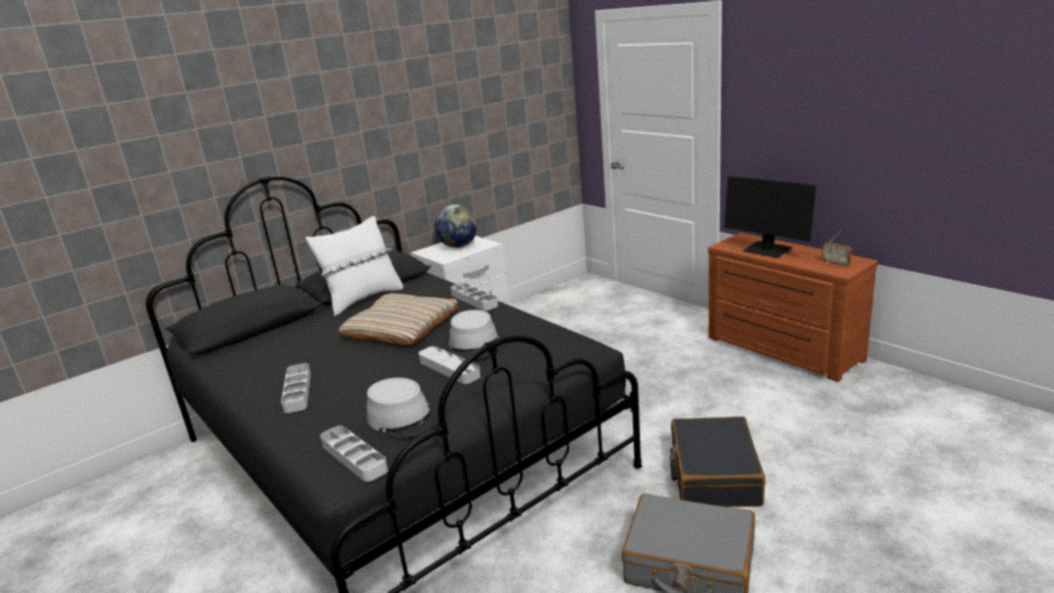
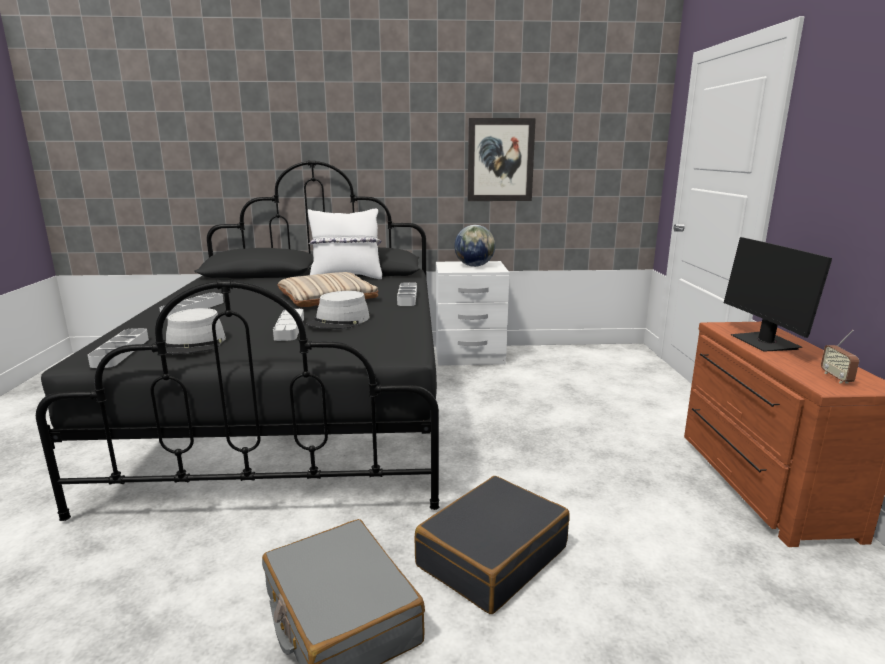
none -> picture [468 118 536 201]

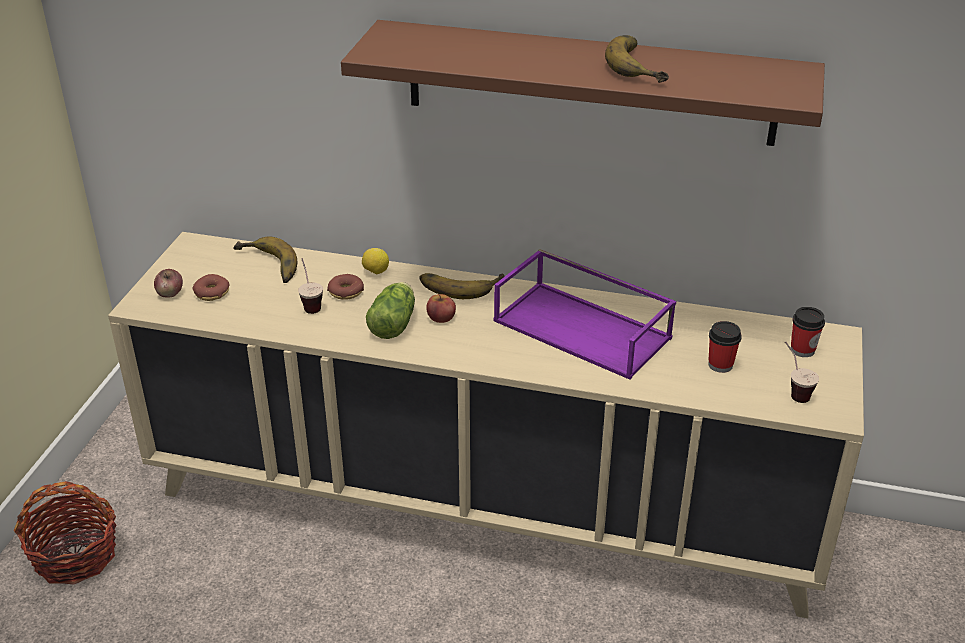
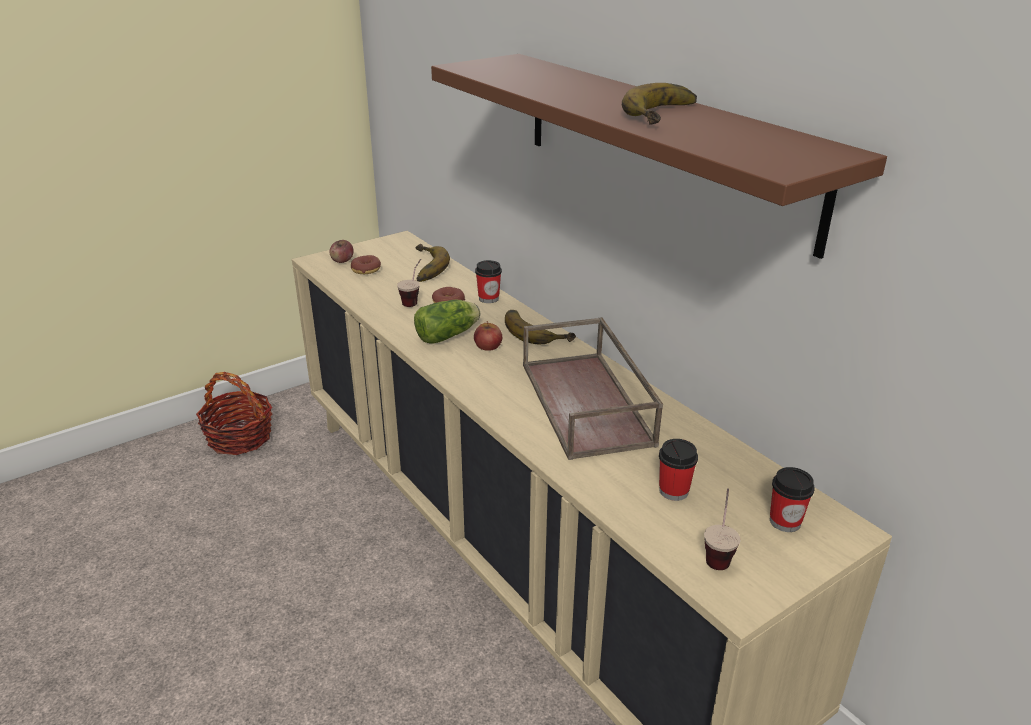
lemon [362 248 389 274] -> cup [475 260 502 303]
purple tray [494 249 676 380] -> brown tray [523 317 663 460]

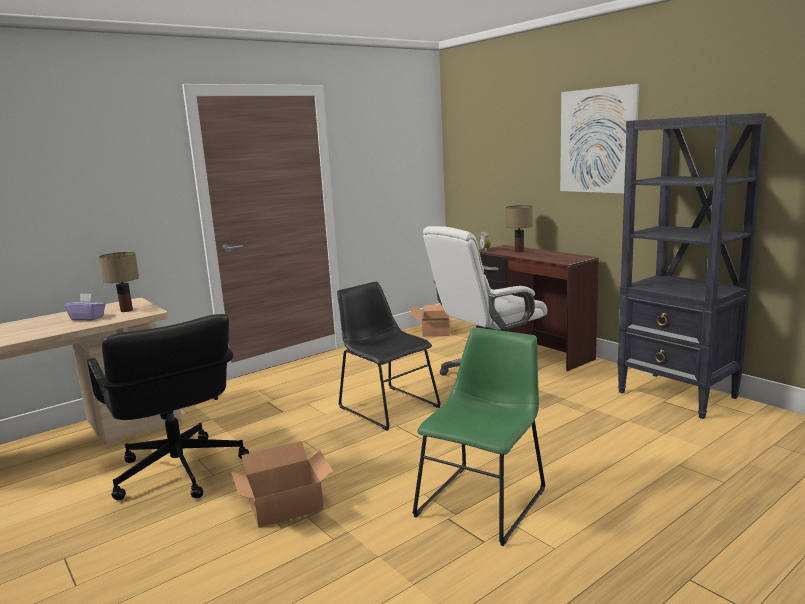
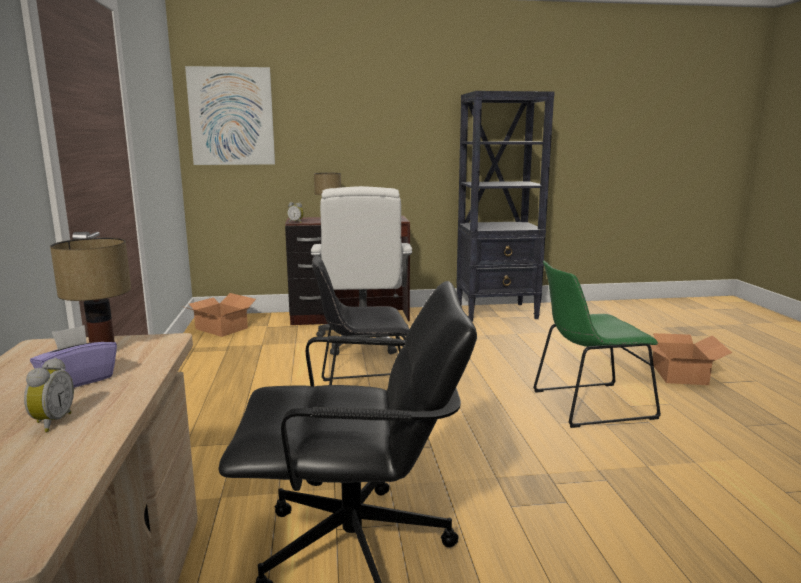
cardboard box [231 441 333 528] -> cardboard box [650 333 732 385], moved
green chair [412 328 545 546] -> green chair [533 261 661 428], 75 degrees counterclockwise
picture [560 84 639 194] -> picture [185 66 275 165], moved
none -> alarm clock [24 358 74 432]

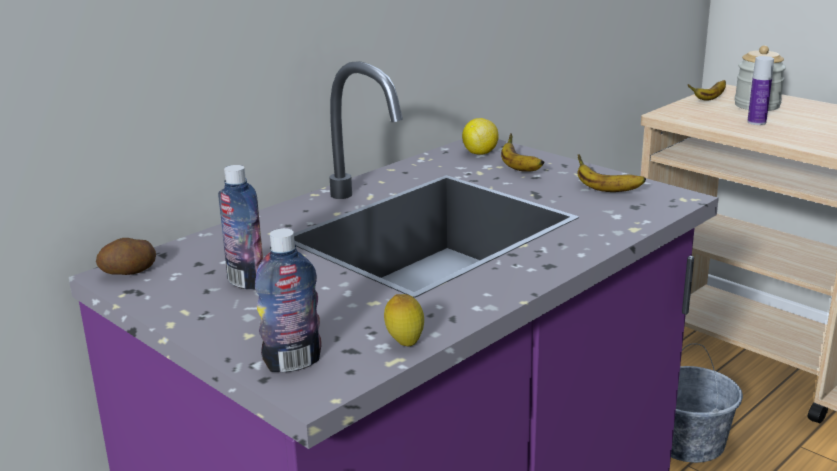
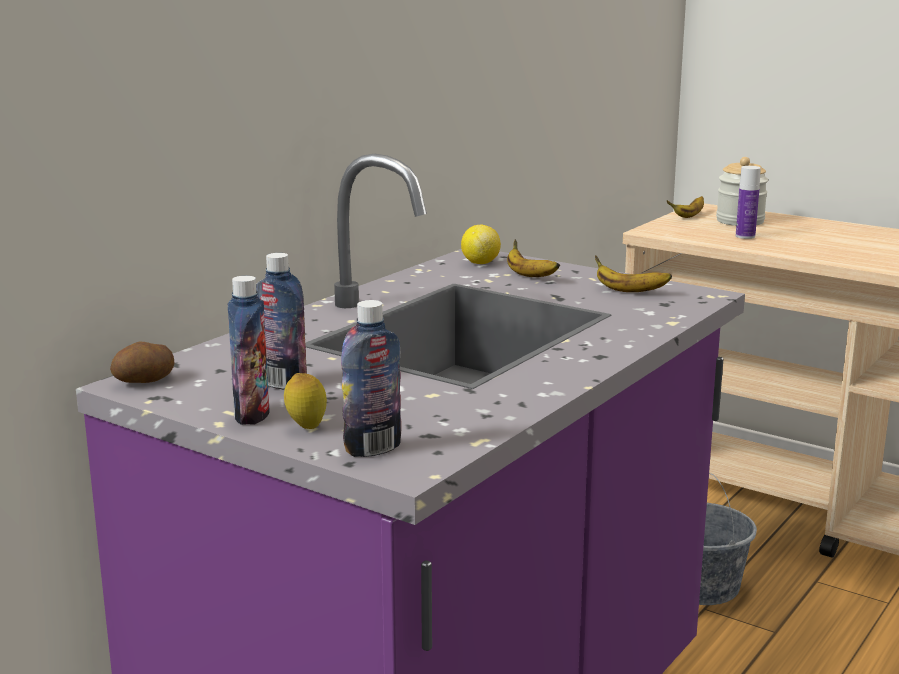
lemon [384 294 424 346] -> lemon [284 373 327 429], moved
none -> bottle [228 276 270 425]

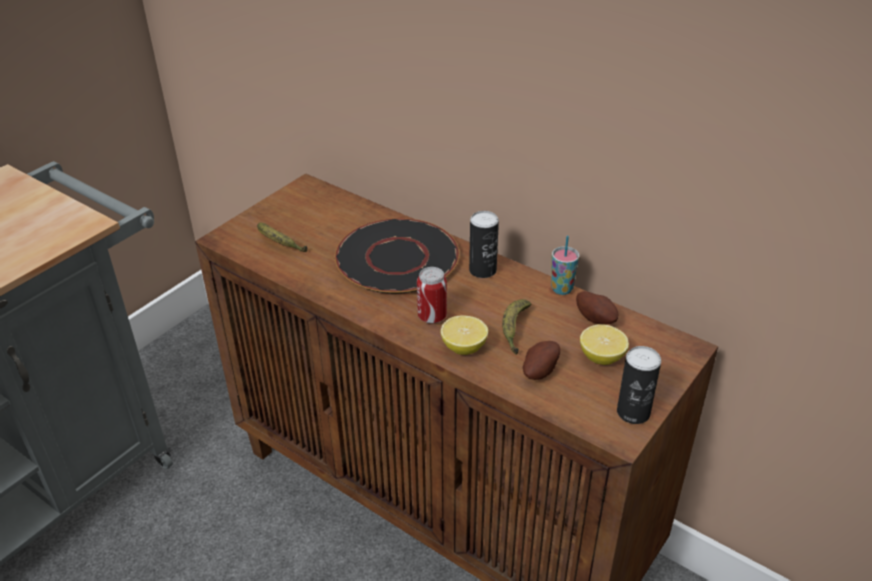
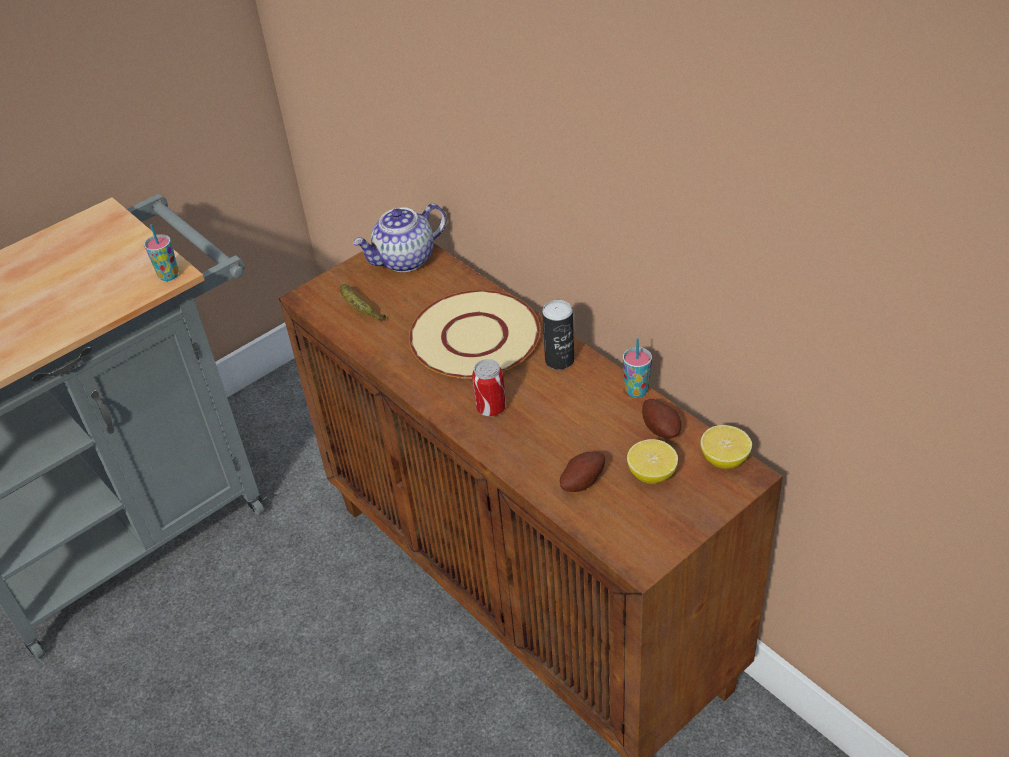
black plate [335 218 460 294] -> beige plate [409 290 541 379]
lemon [440 315 488 355] -> lemon [700 425 752 469], moved
banana [502 299 532 355] -> none
can [617 346 661 424] -> none
none -> cup [144 224 179 281]
none -> teapot [353 203 446 272]

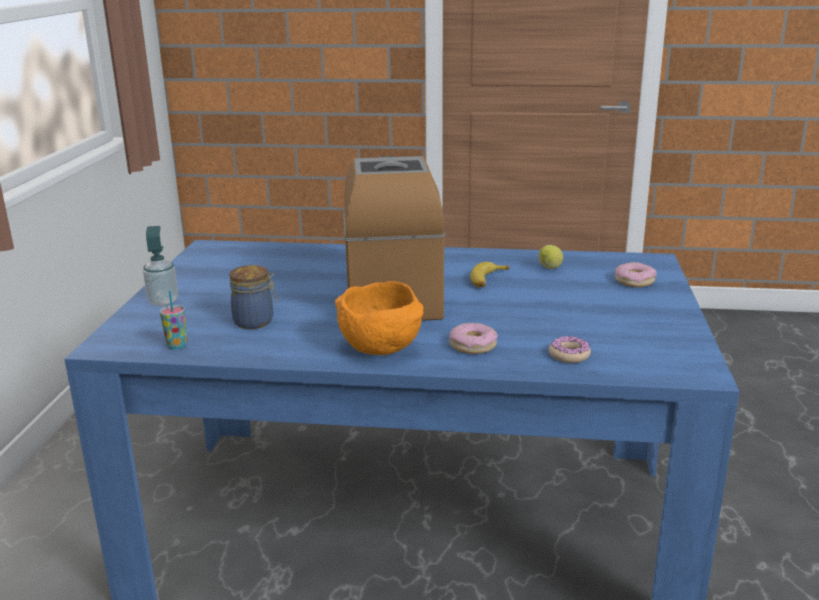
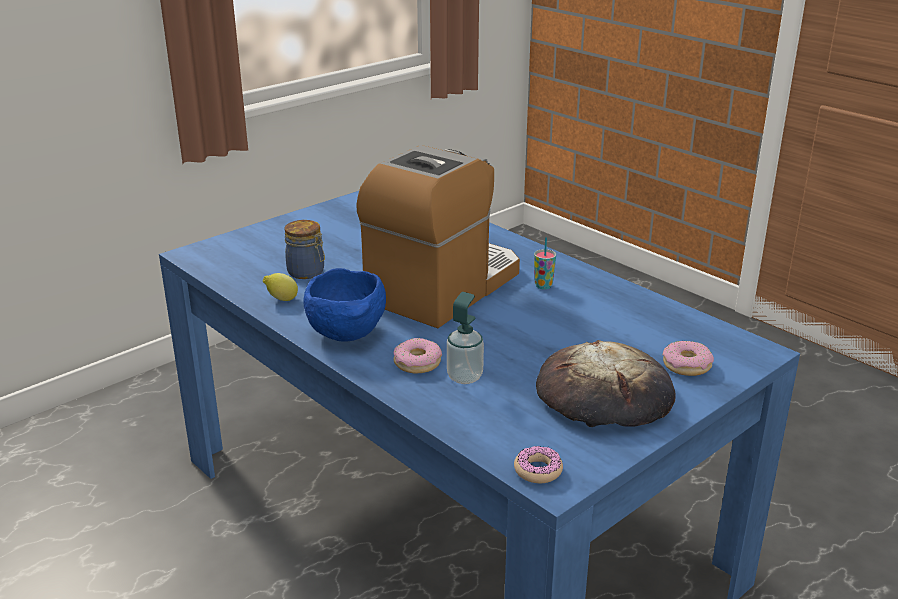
soap dispenser [143 226 178 306] -> soap dispenser [447 292 484 384], moved
cup [160 291 187 350] -> cup [534 237 556 290], moved
orange bowl [335 281 424 355] -> blue bowl [303 268 386 342]
banana [470 262 509 287] -> none
lemon [539 245 563 269] -> lemon [263 273 298 301], moved
donut [549 336 591 363] -> donut [514 446 563 483], moved
none -> bread [536 340 676 427]

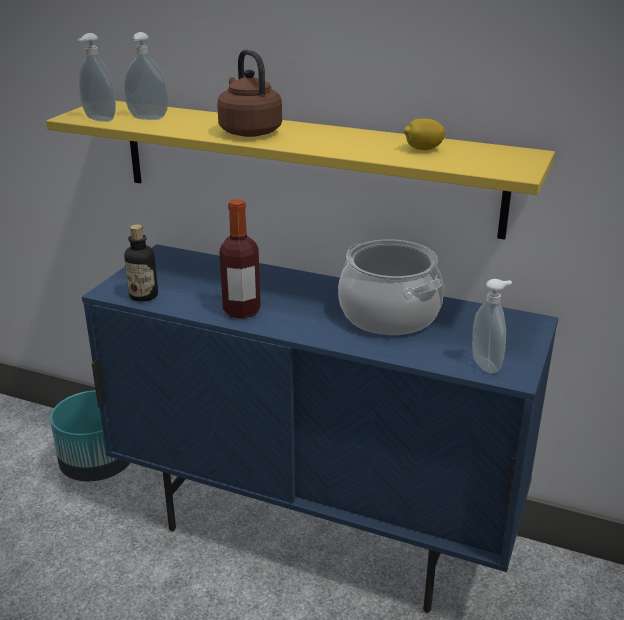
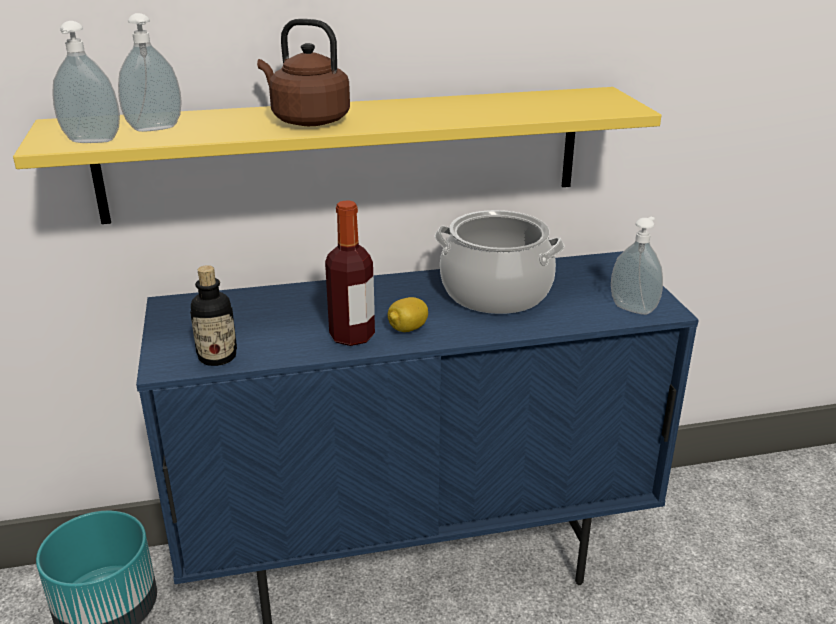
lemon [404 118 445 150] -> lemon [388 297 428 332], moved

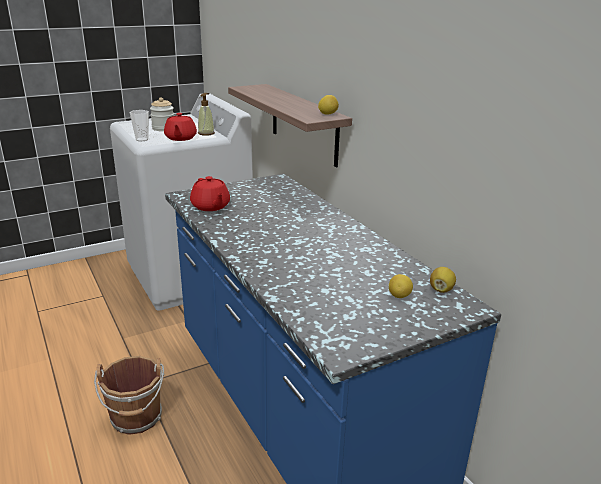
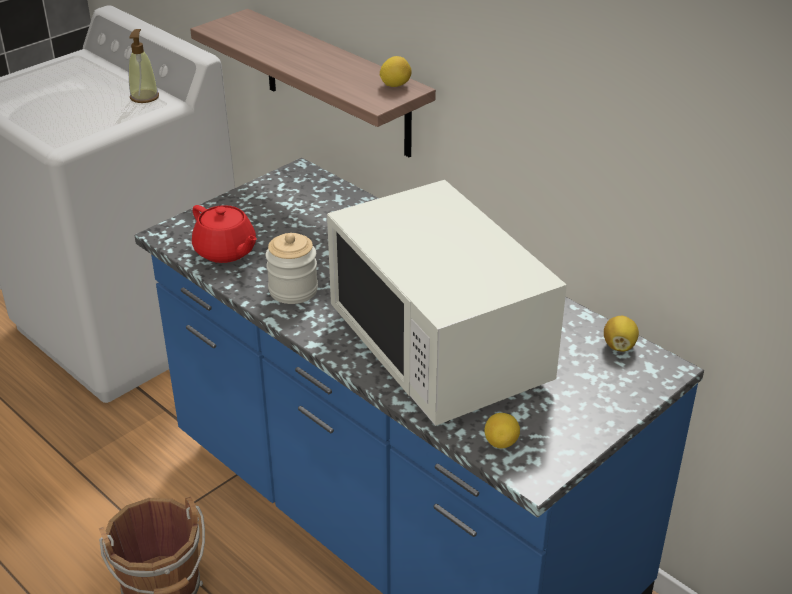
cup [130 110 149 142] -> none
jar [150 97 174 131] -> jar [266 233 318 304], moved
red teapot [164 113 197 141] -> none
lemon [389 274 413 298] -> lemon [484 413 520 448], moved
none -> white microwave [327 180 567 426]

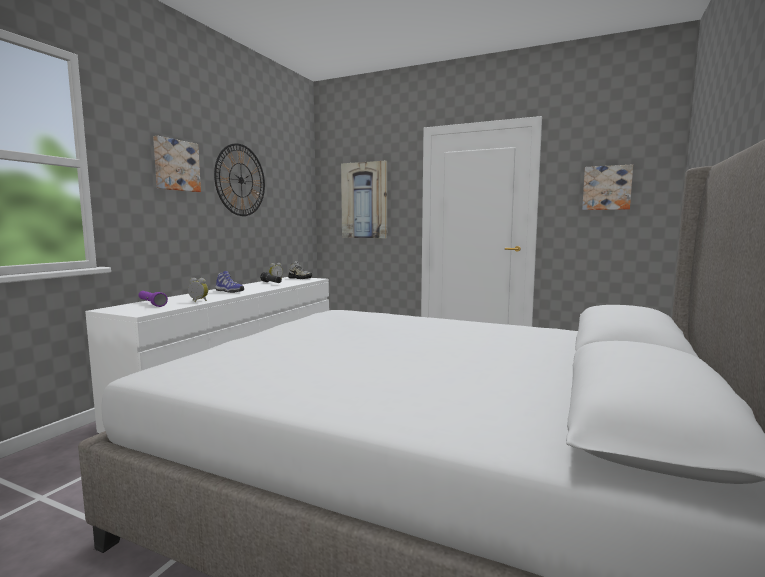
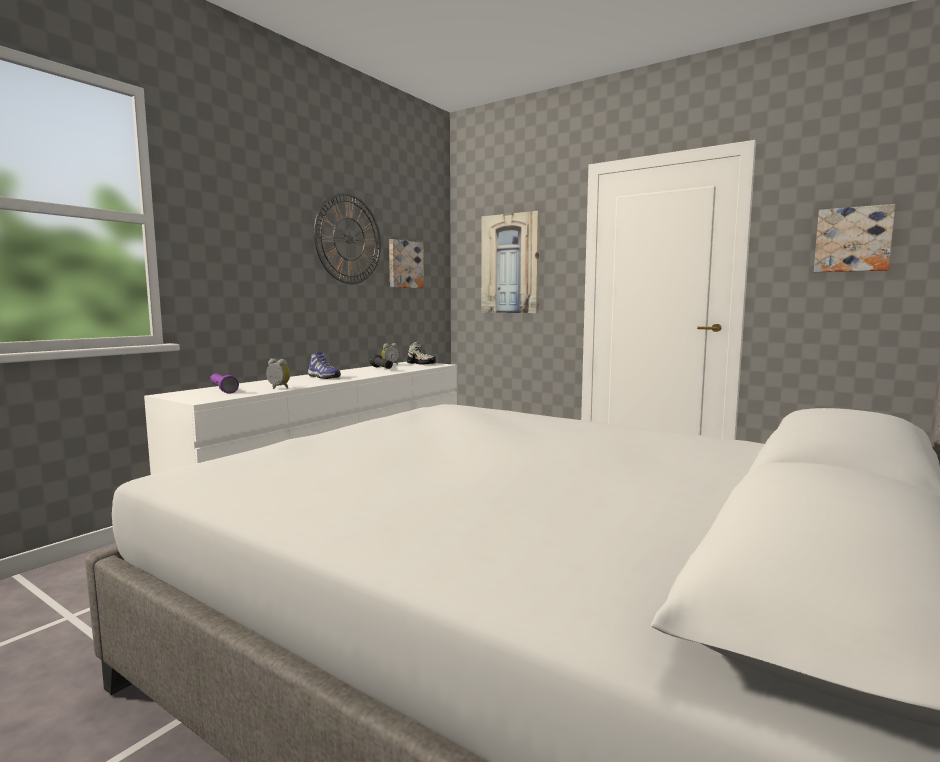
picture [153 136 201 192] -> picture [389 239 424 288], moved

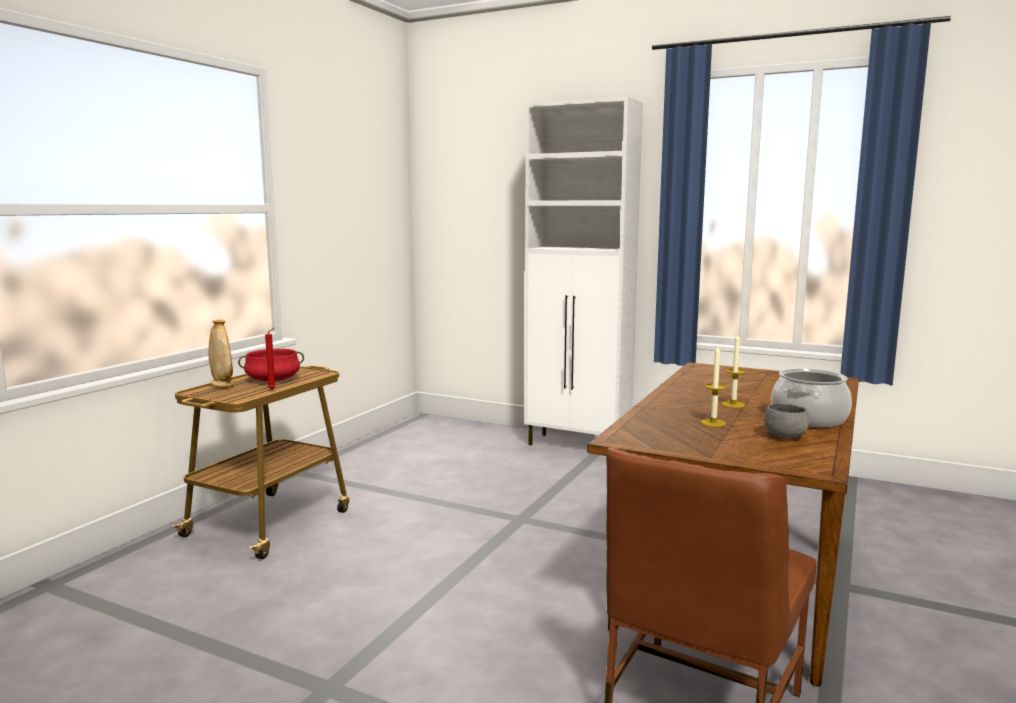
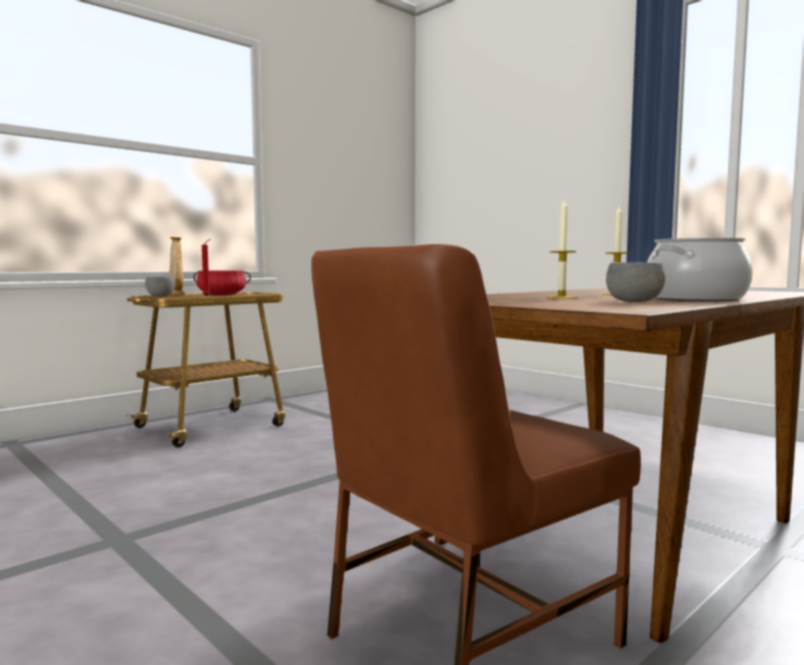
white cabinet [524 97 643 445] -> none
none -> grey bowl [145 276 175 297]

